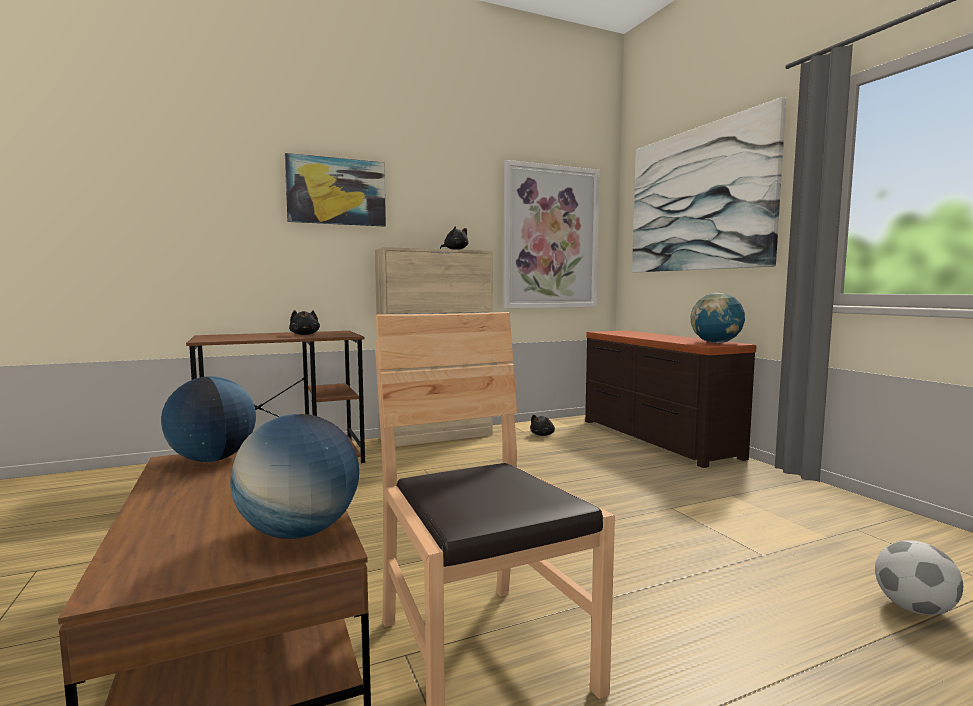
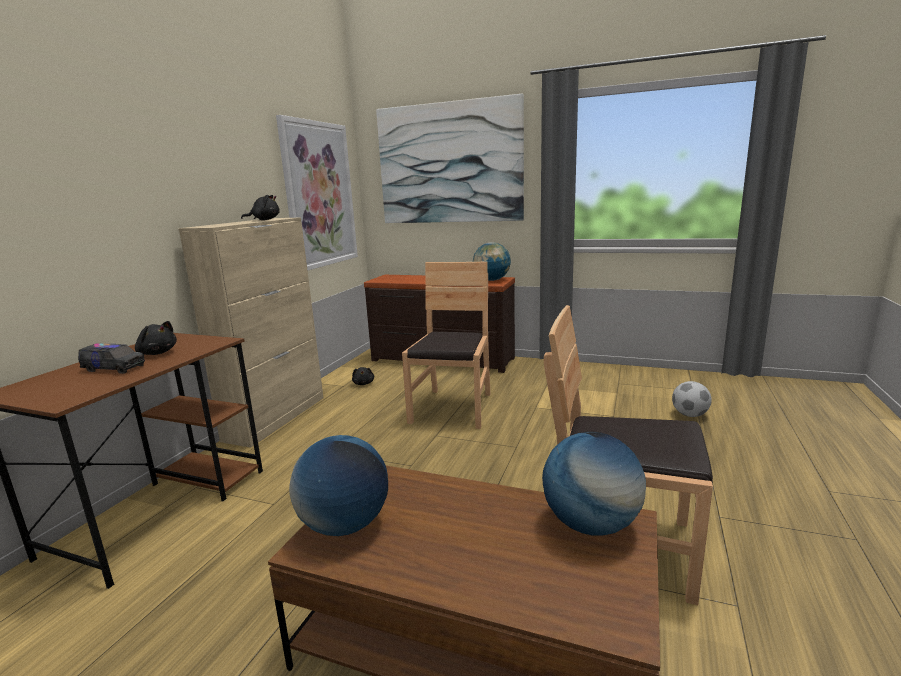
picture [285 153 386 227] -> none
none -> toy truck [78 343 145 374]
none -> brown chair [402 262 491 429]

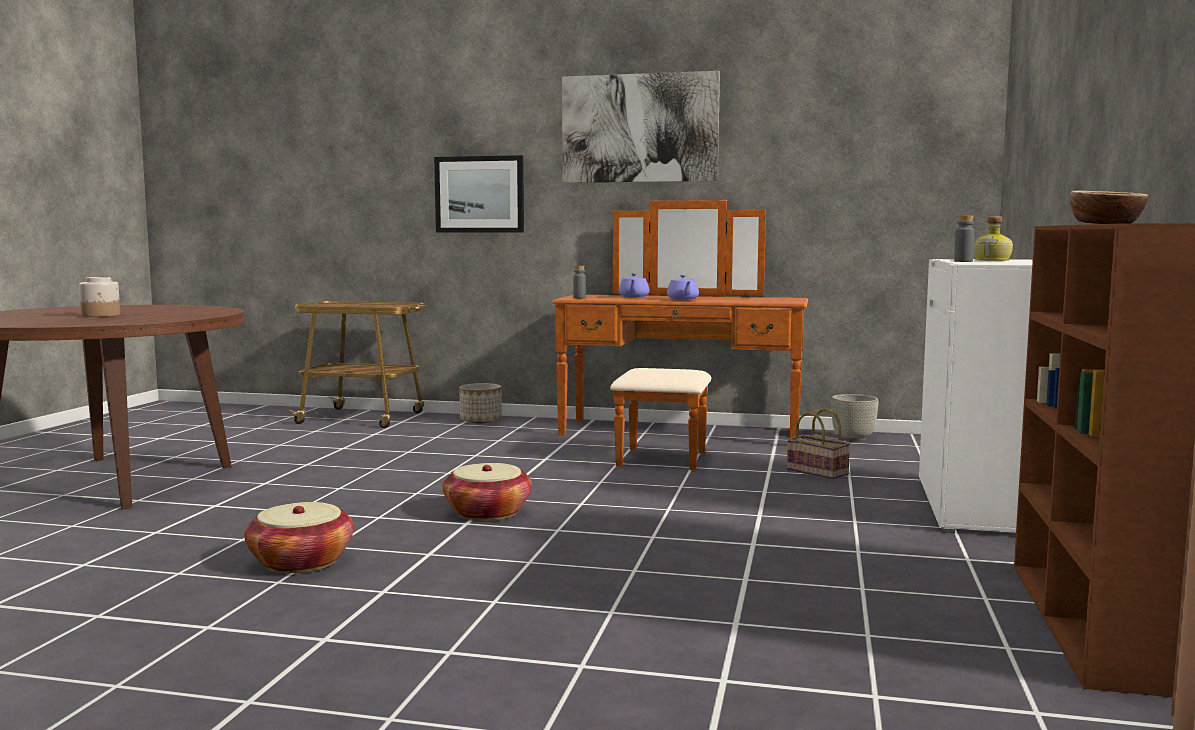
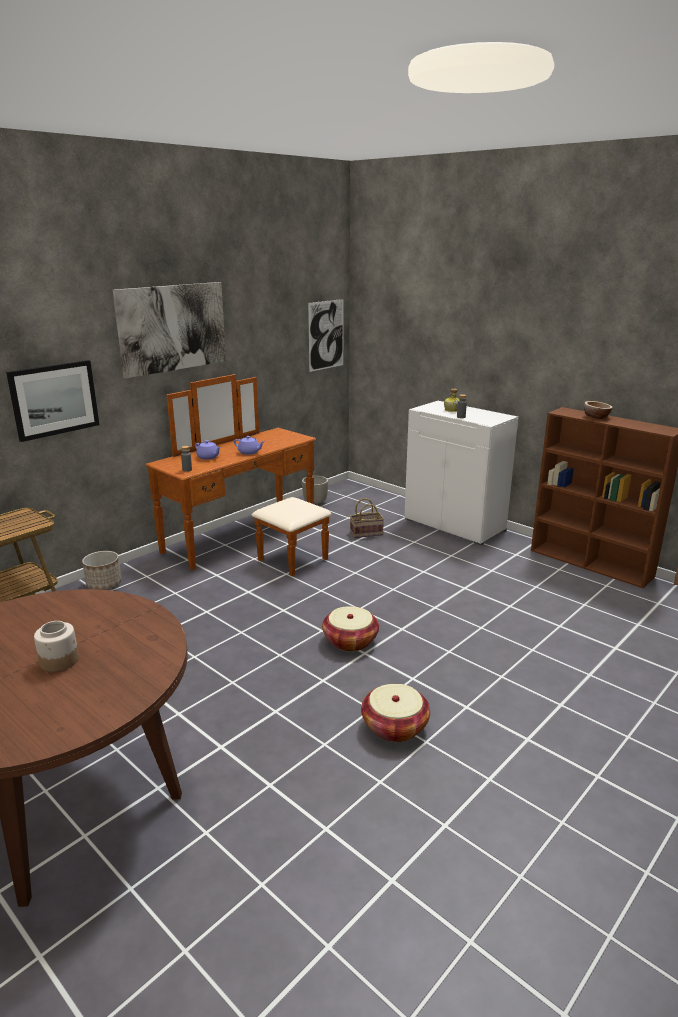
none -> picture [308 299 343 372]

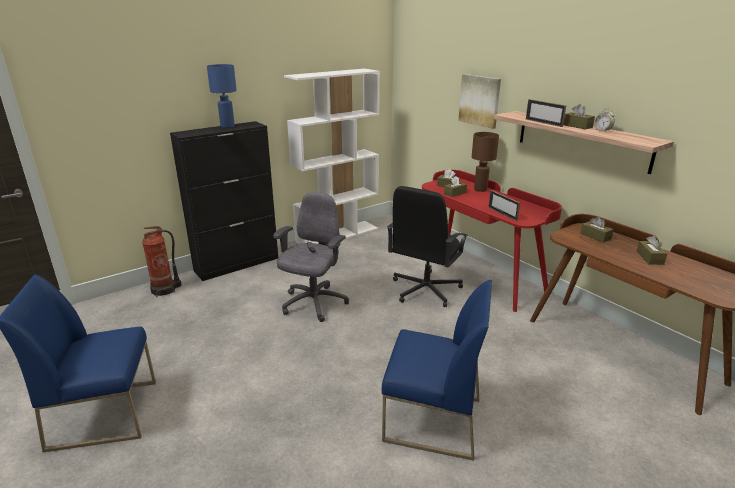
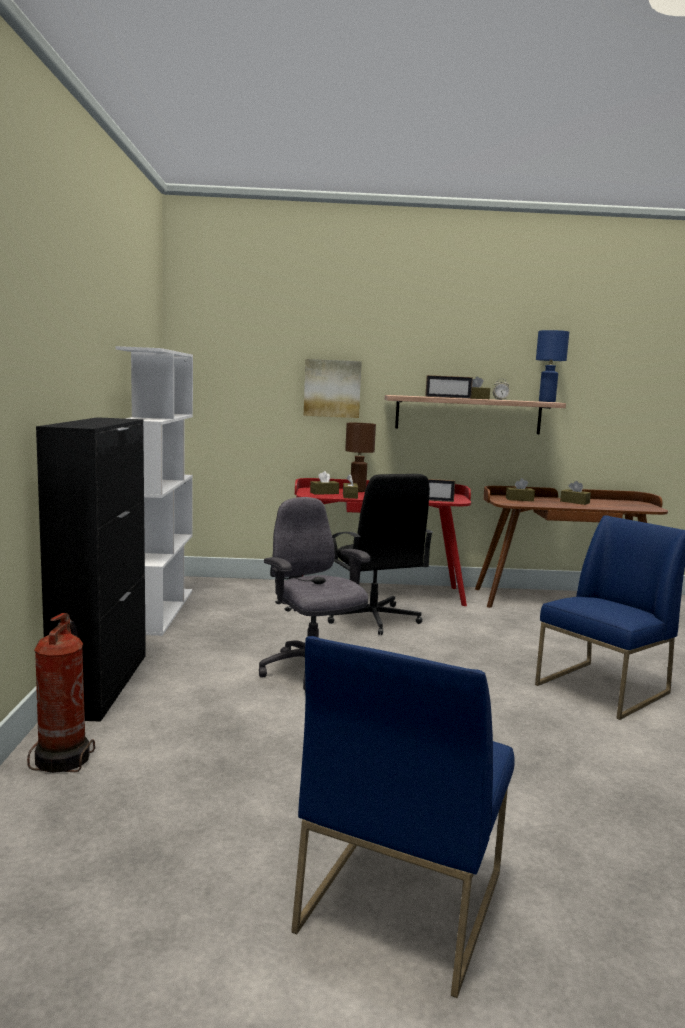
blue table lamp [207 64 237 128] -> blue table lamp [536 330 569 402], moved

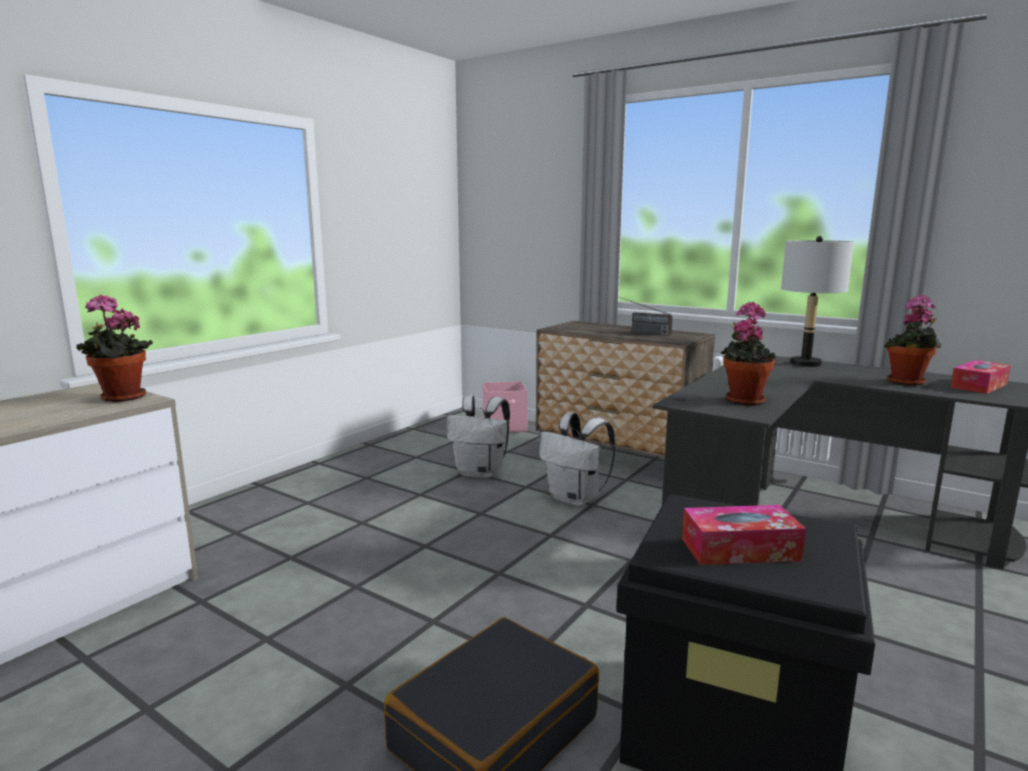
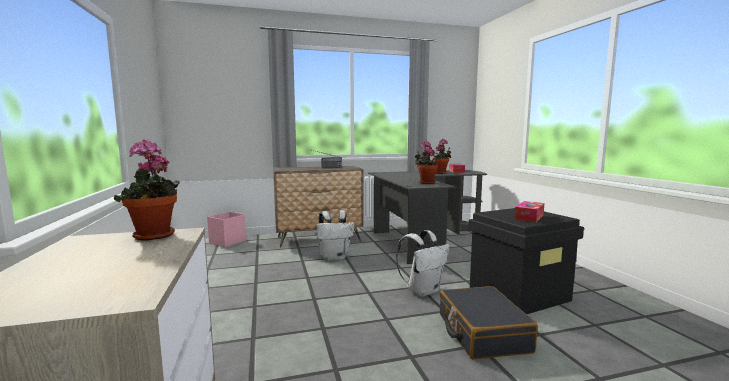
white backpack [447 395 510 478] -> white backpack [396 230 449 297], moved
grey table lamp [781 236 854 367] -> none

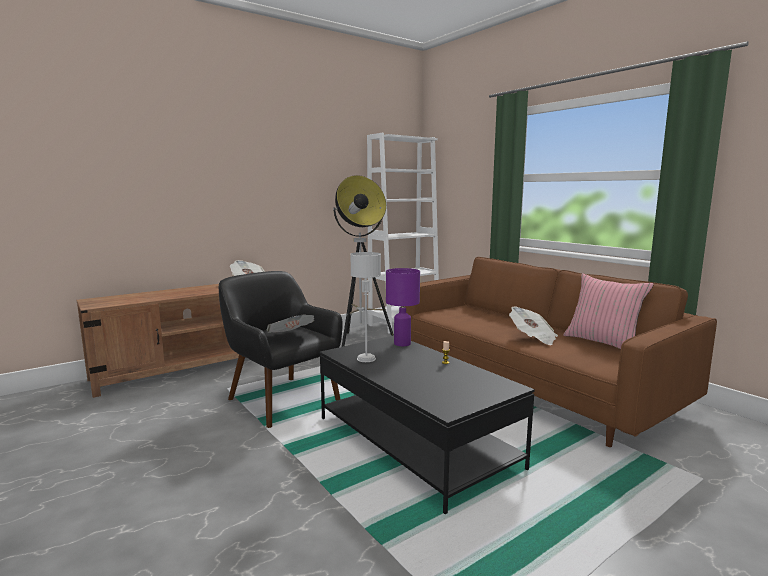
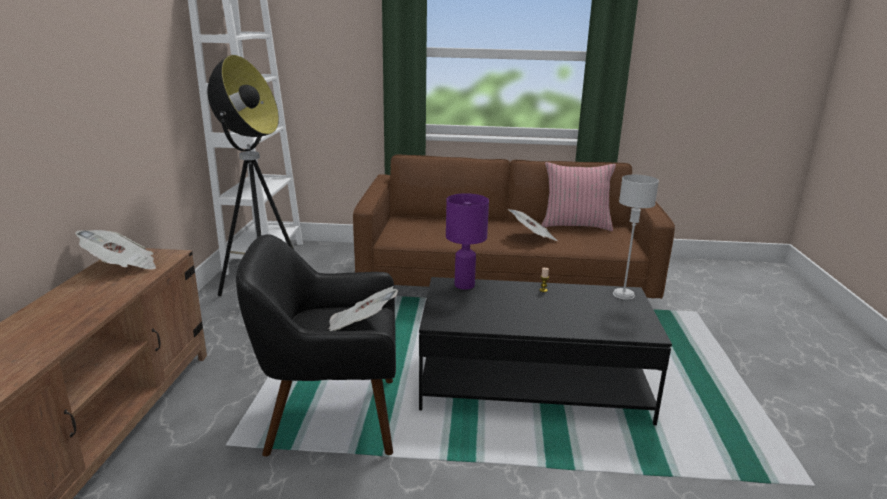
grey table lamp [350 252 381 362] -> grey table lamp [613 175 659 300], moved

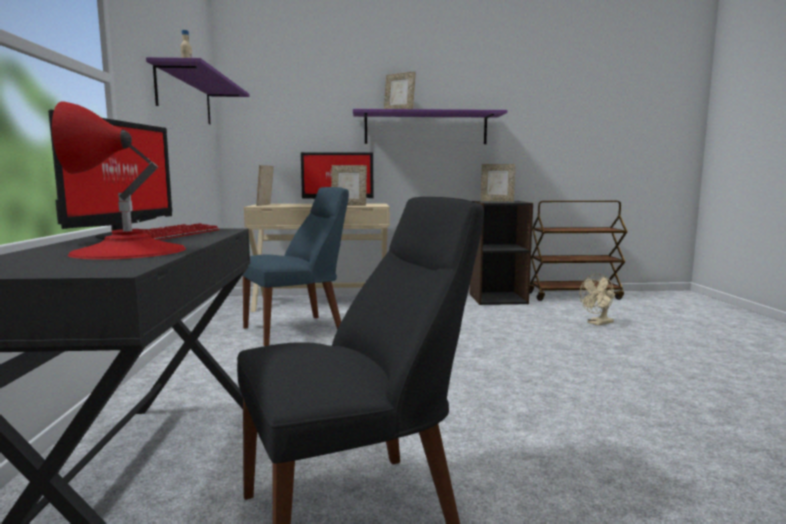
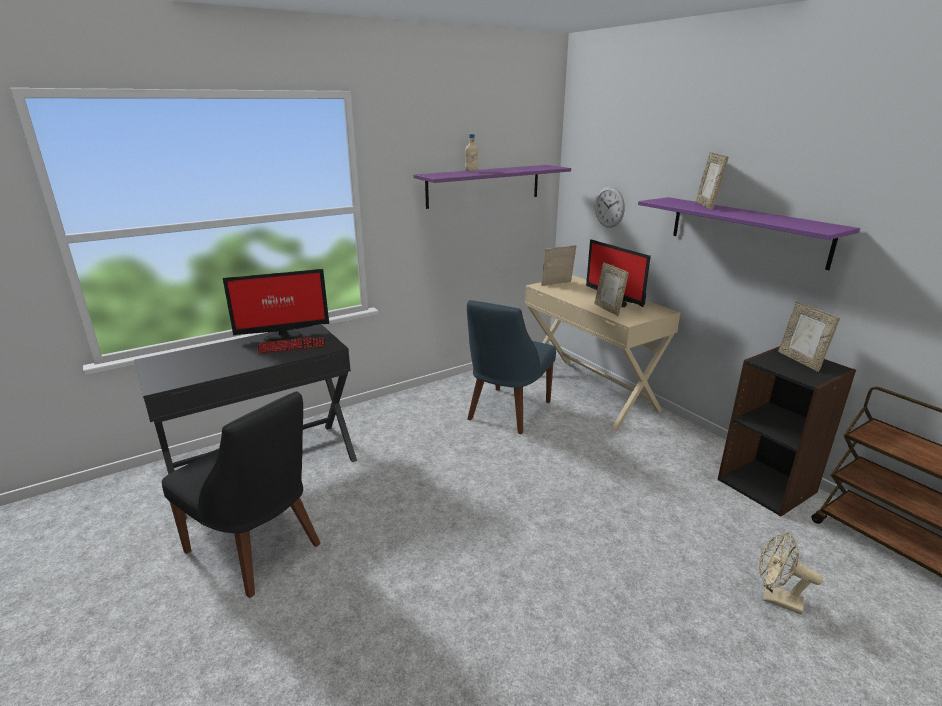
red table lamp [52 101 186 259] -> none
blue chair [242 187 349 346] -> blue chair [467 300 556 434], 90 degrees clockwise
none -> wall clock [595 187 625 228]

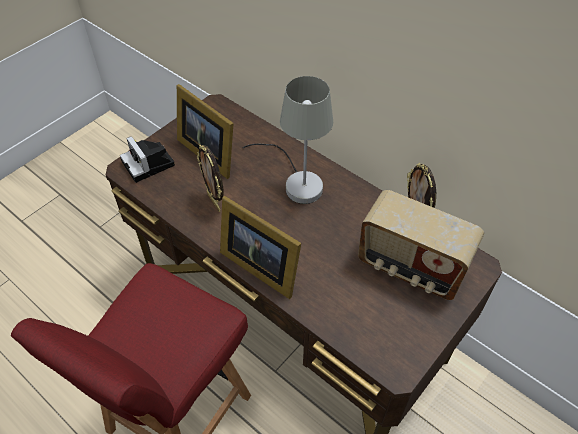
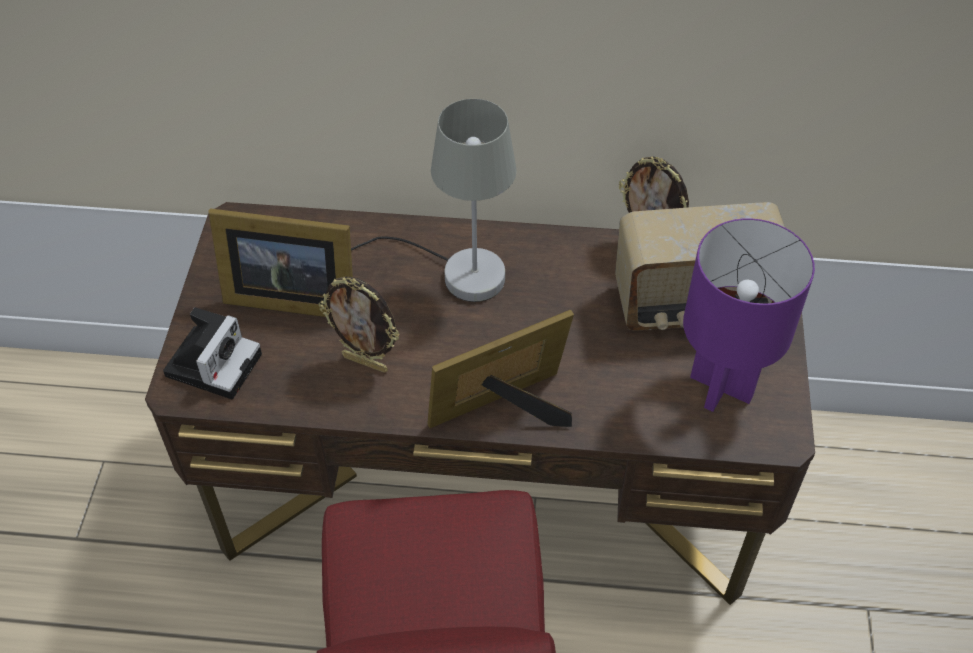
photo camera [120 136 175 183] -> photo camera [163 307 262 399], 90 degrees counterclockwise
picture frame [220 196 301 299] -> picture frame [427 310 574 428], 150 degrees clockwise
none -> purple table lamp [683 218 815 412]

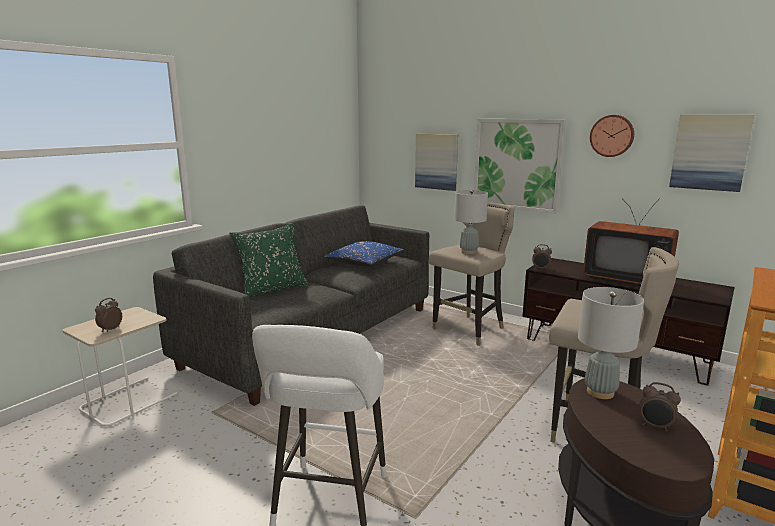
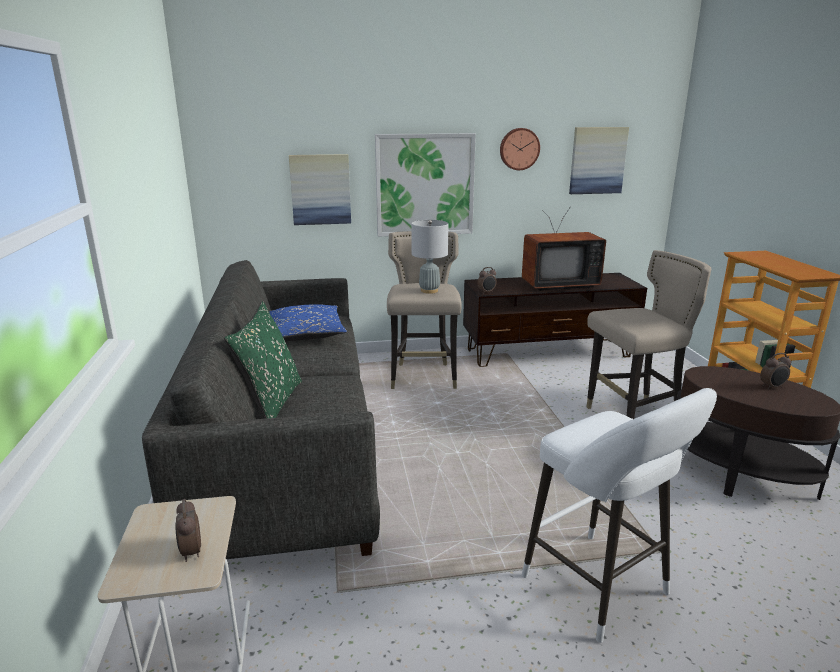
grey table lamp [578 287 644 399] -> none

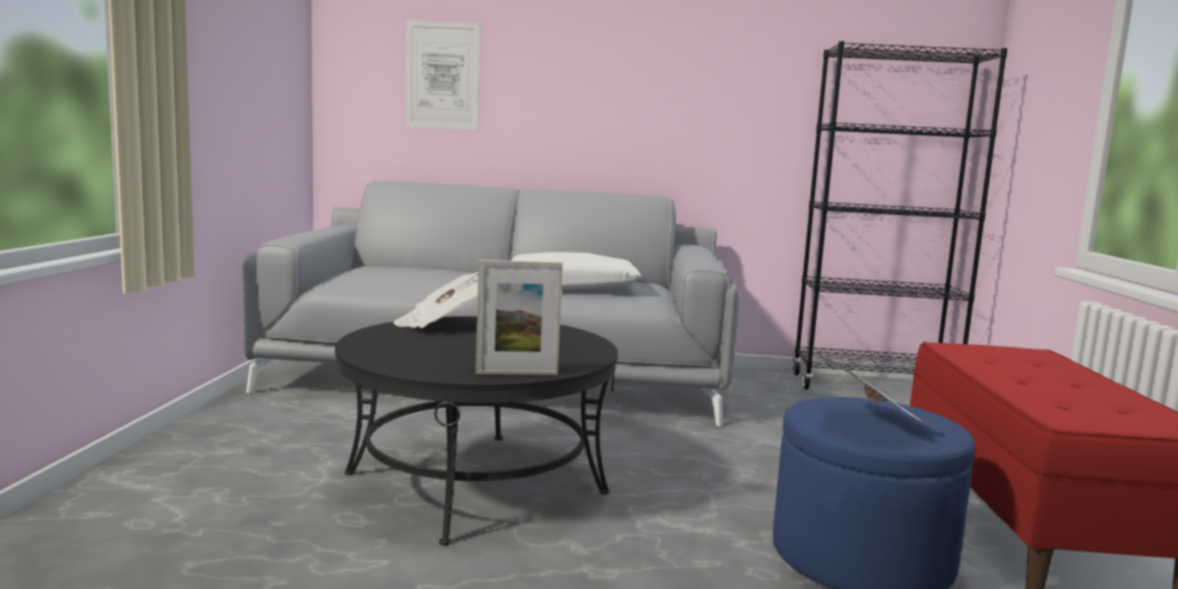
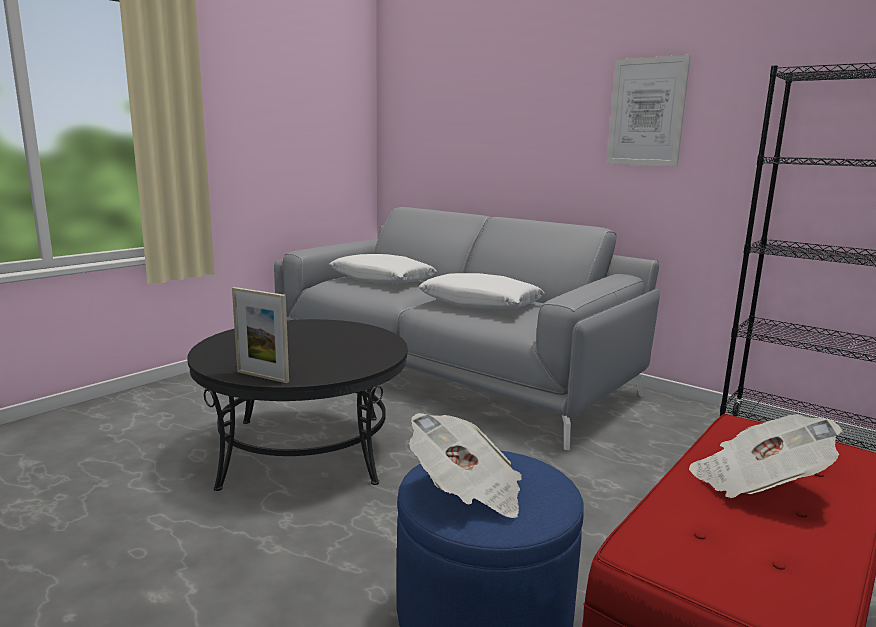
newspaper [393 272 478 328] -> newspaper [689 414 843 498], moved
picture [405 20 481 131] -> picture [607 55 691 166], moved
none -> white pillow [329 254 437 283]

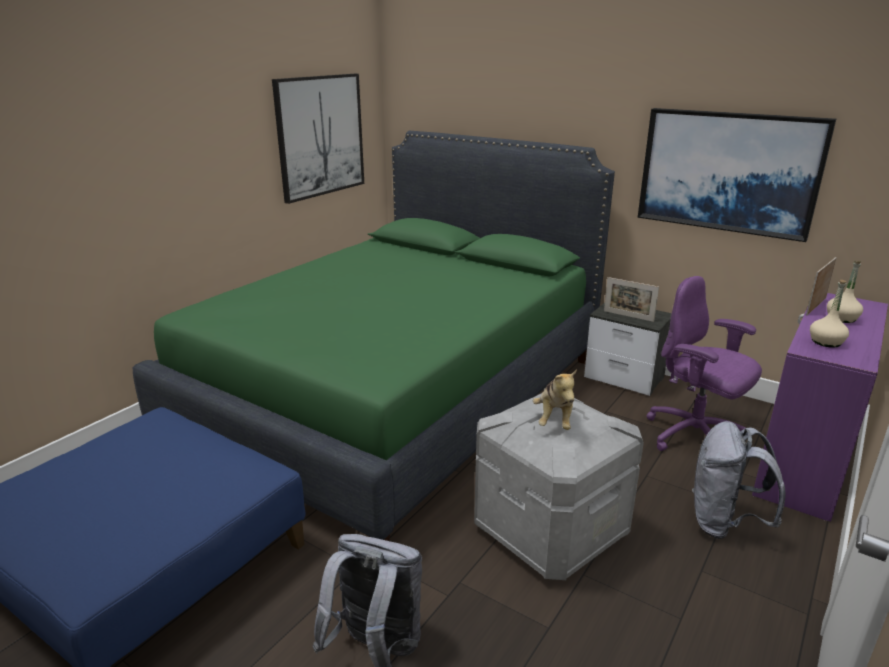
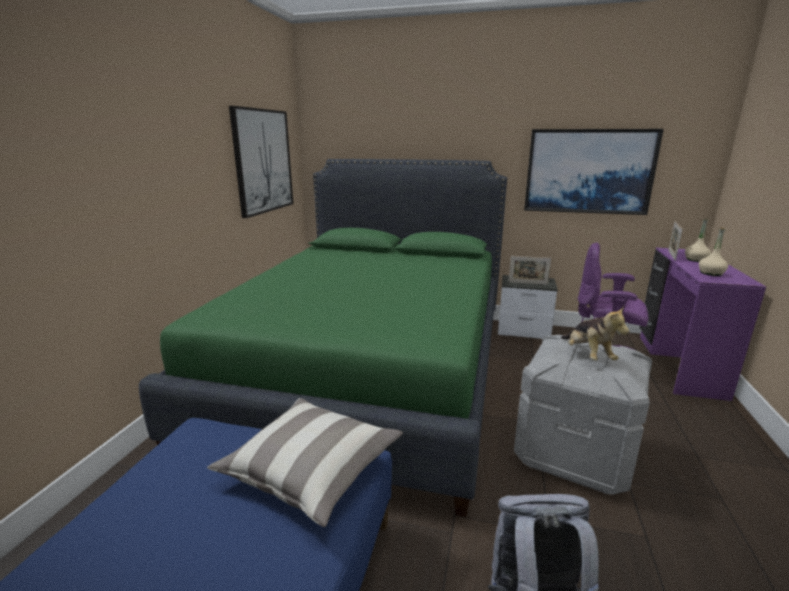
grey backpack [692 421 786 539] -> none
none -> pillow [207 398 403 527]

